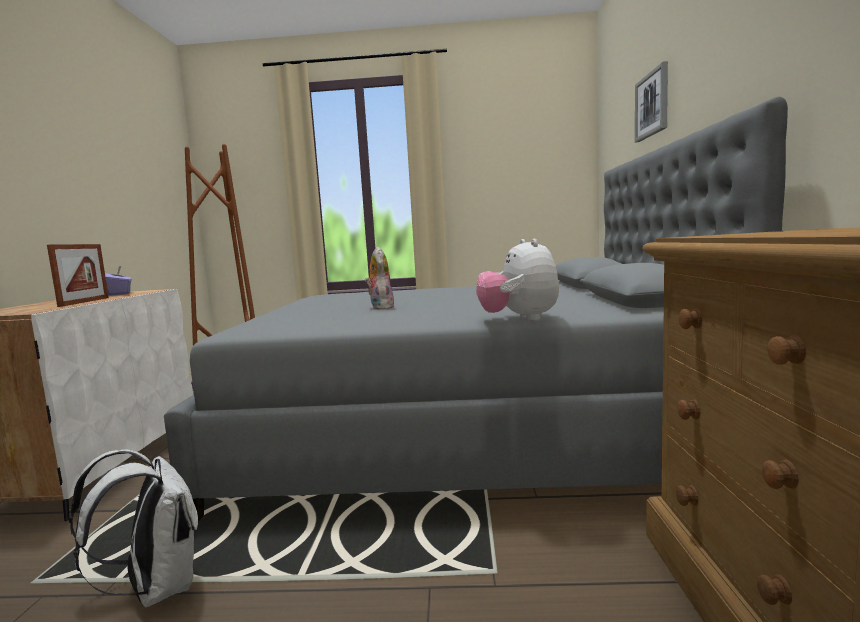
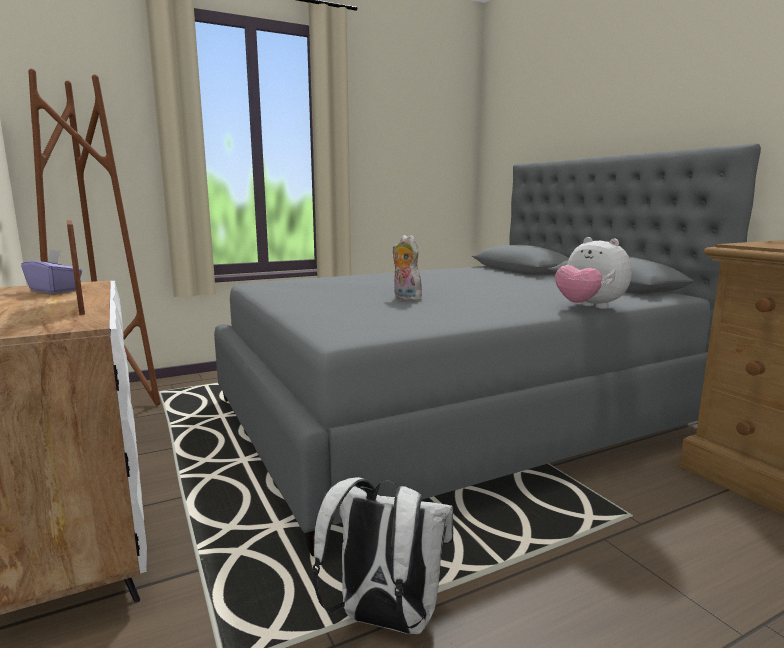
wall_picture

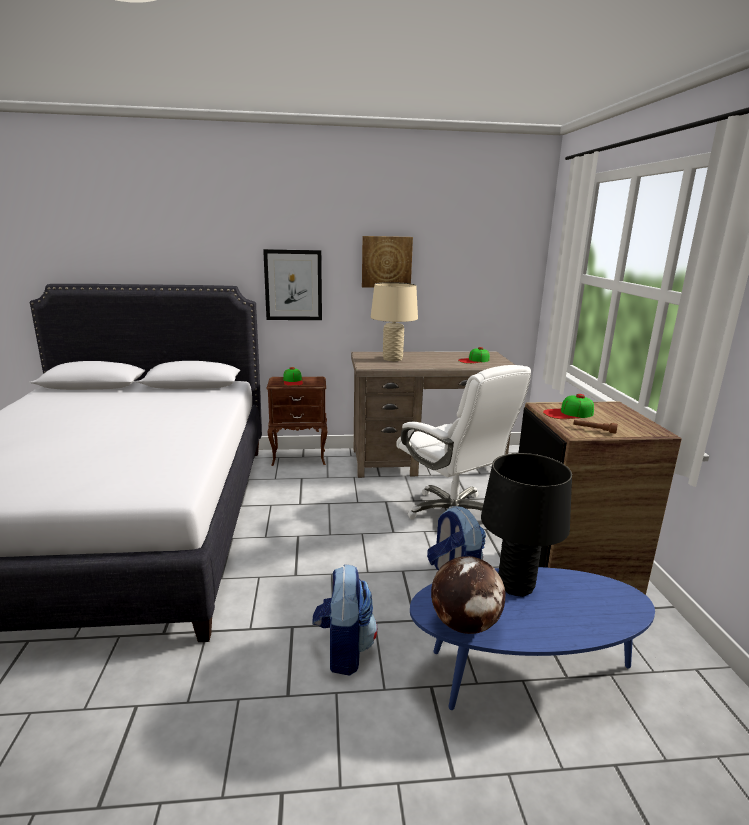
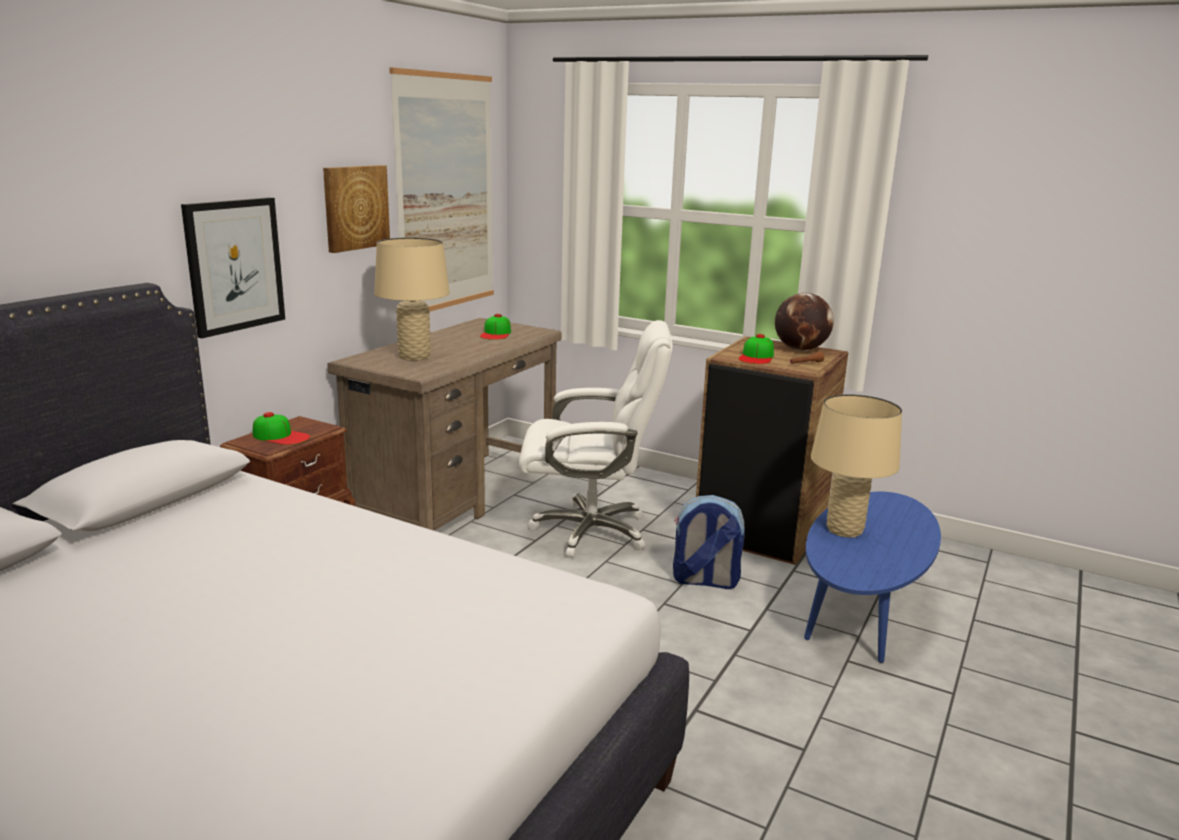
backpack (1st from left in the first image)
desk_globe
sand-coloured_tabletop_lamp (2nd from left)
wall_picture (3rd from left)

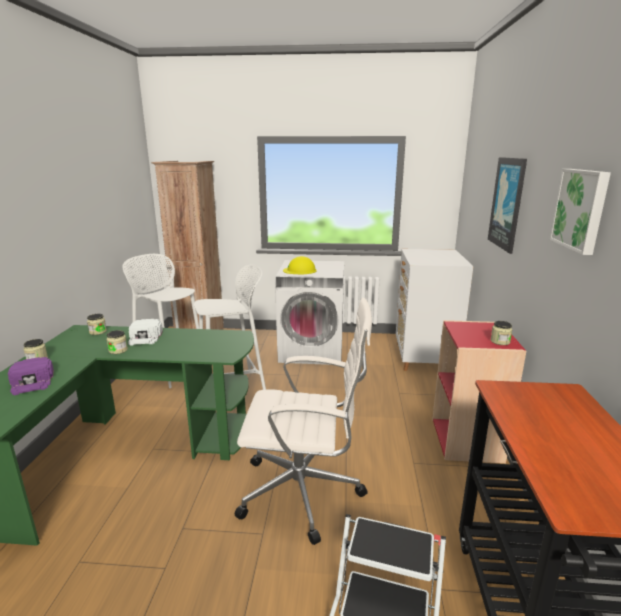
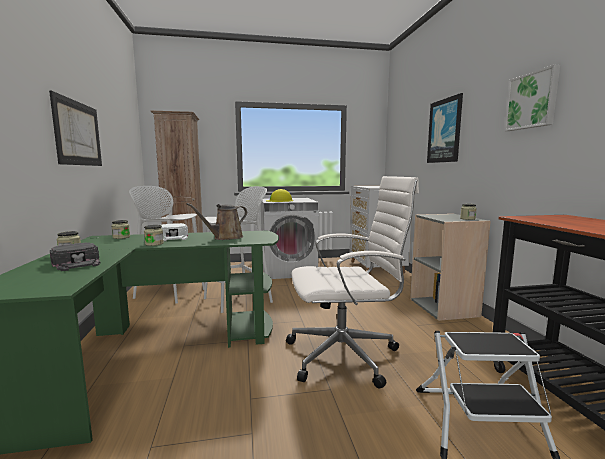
blackish_baseball_cap
gray_shelving_unit
wall_picture (1st from left)
brown-coloured_watering_pot

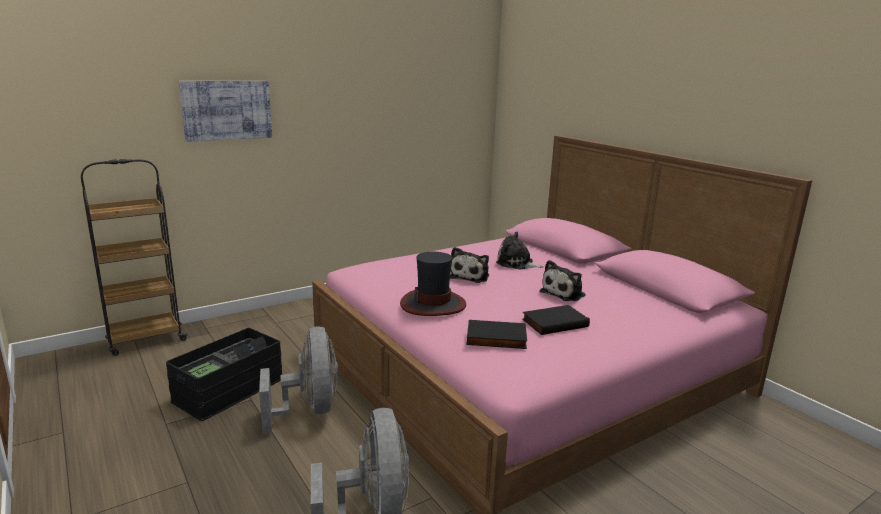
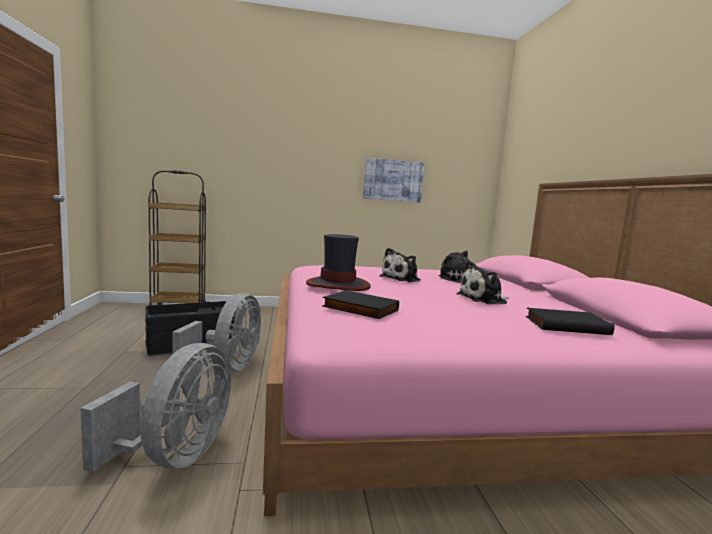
wall_picture
blackish_book (2nd from left)

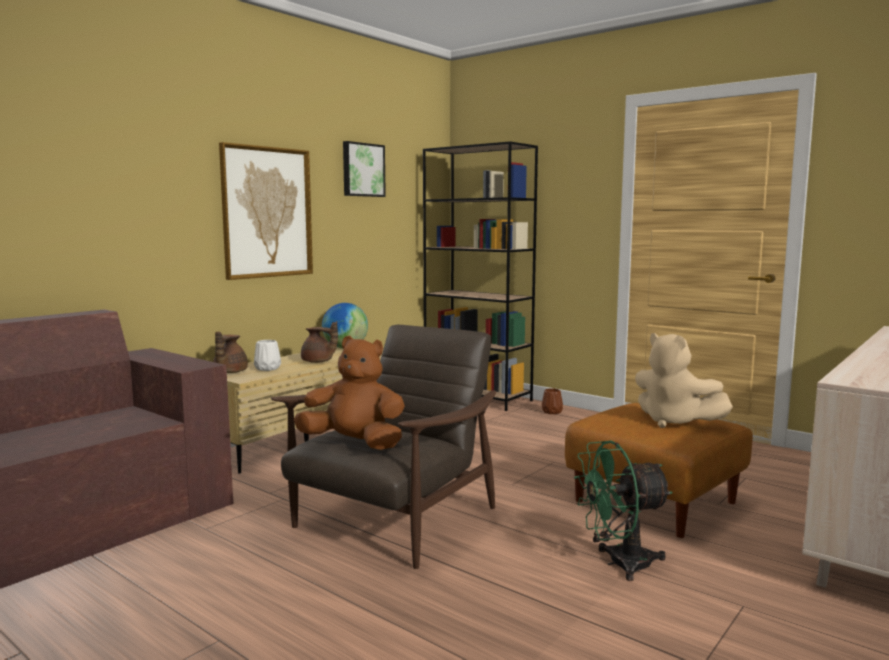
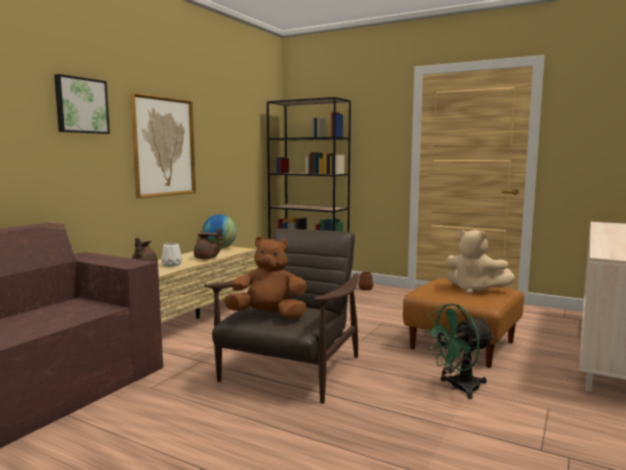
wall_picture (1st from left)

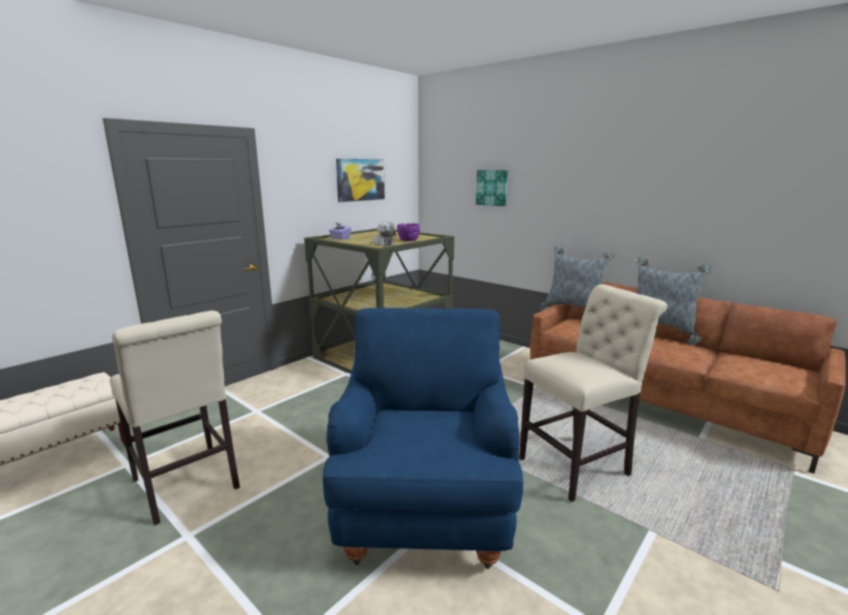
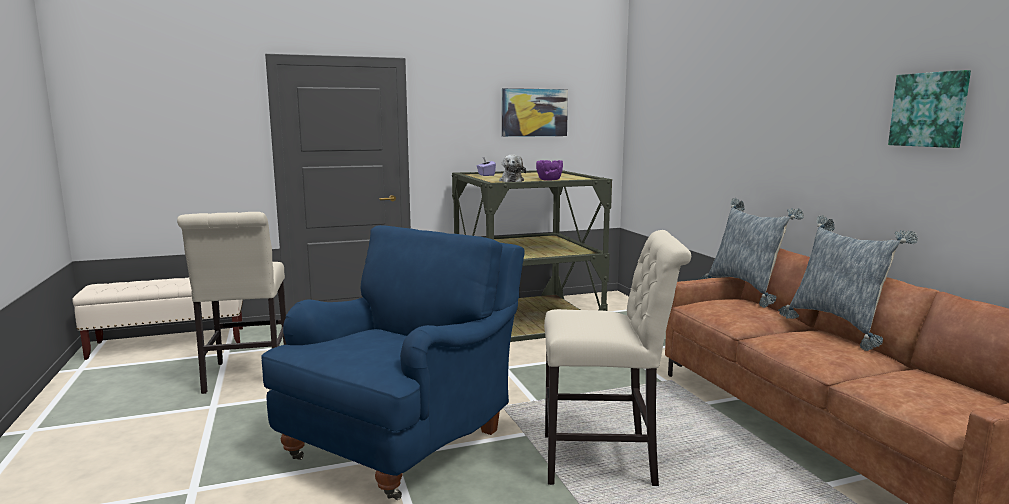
wall_picture (2nd from left)

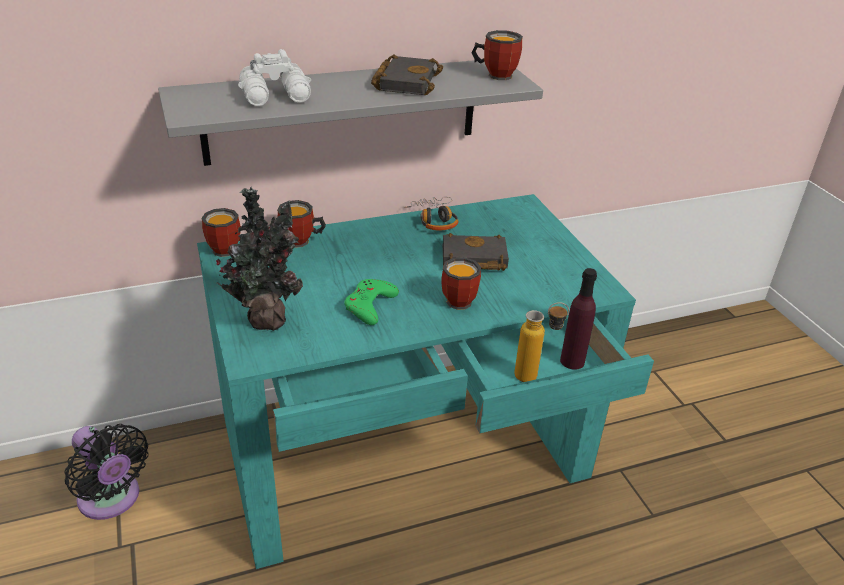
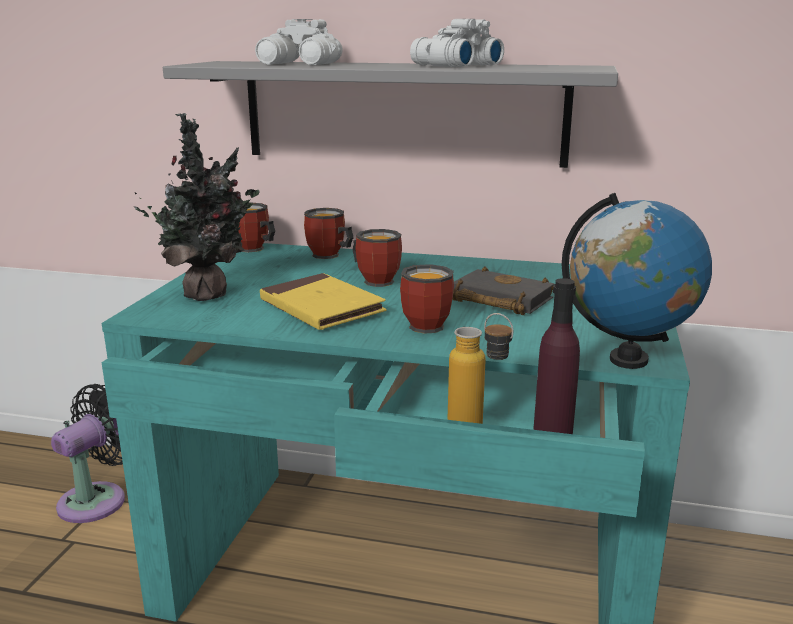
blackish_fan
yellowish_book
white-coloured_field_glasses (2nd from left)
pair_of_headphones
mug (3rd from left)
desk_globe

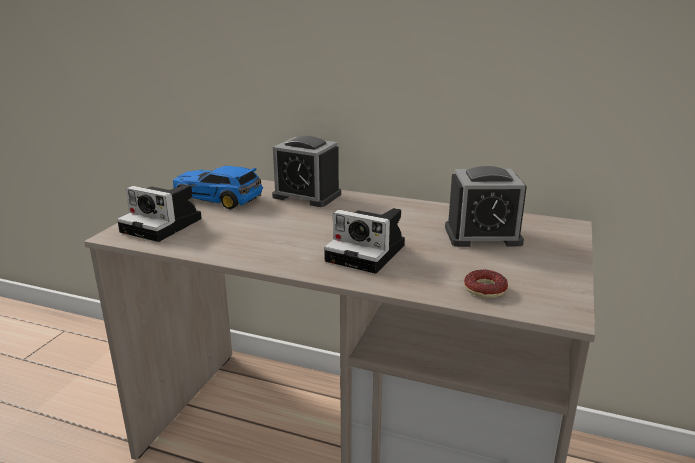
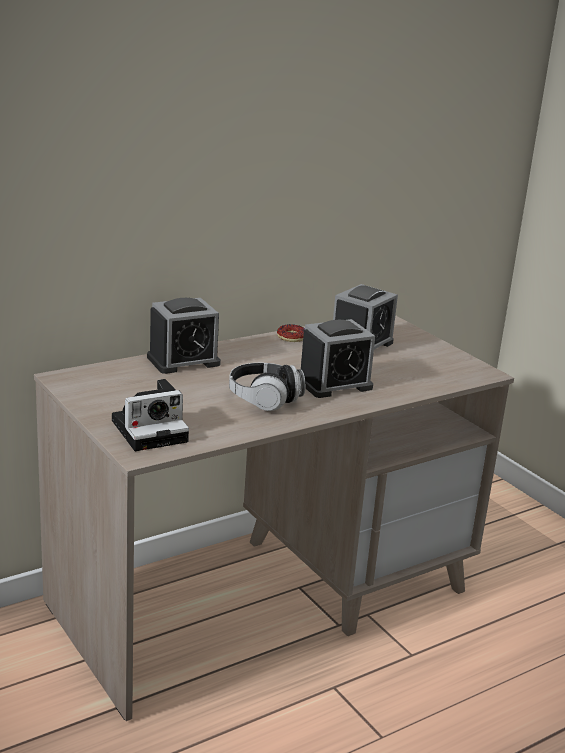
toy_car
alarm_clock (2nd from left)
doughnut
pair_of_headphones

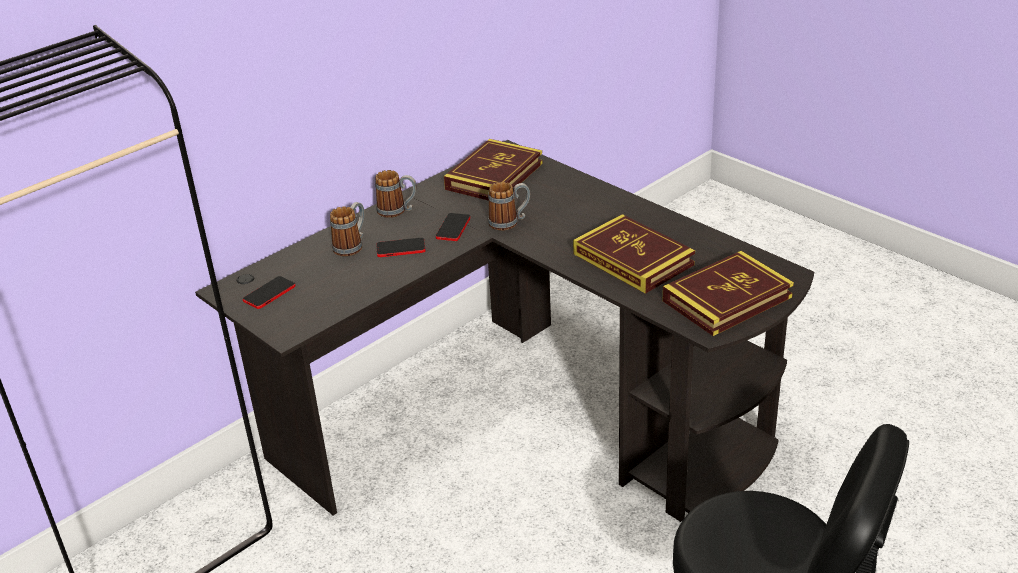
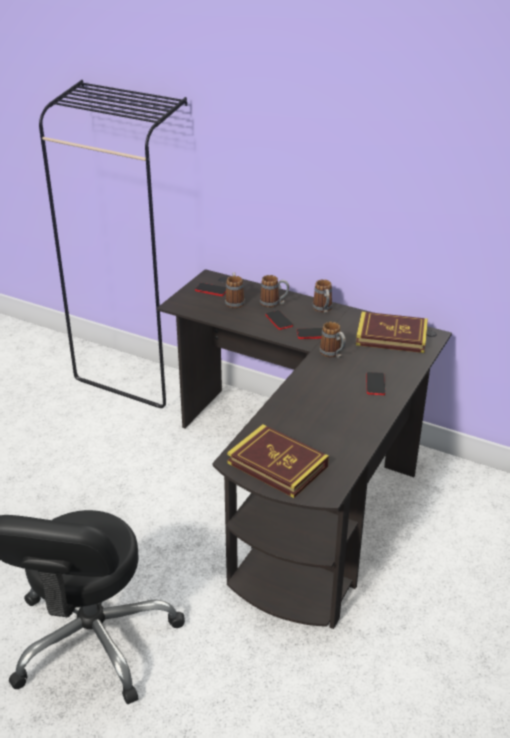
book (2nd from left in the first image)
mug (1st from left)
handset (4th from left)

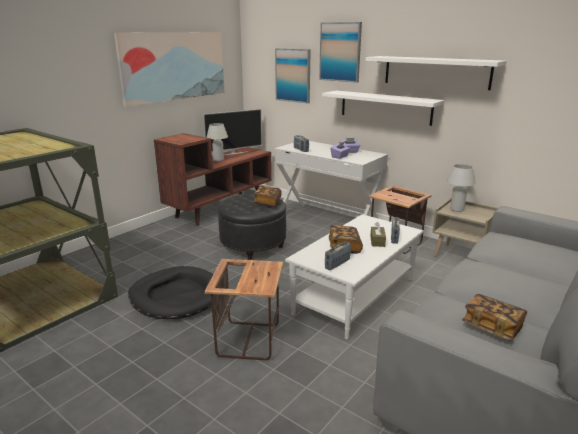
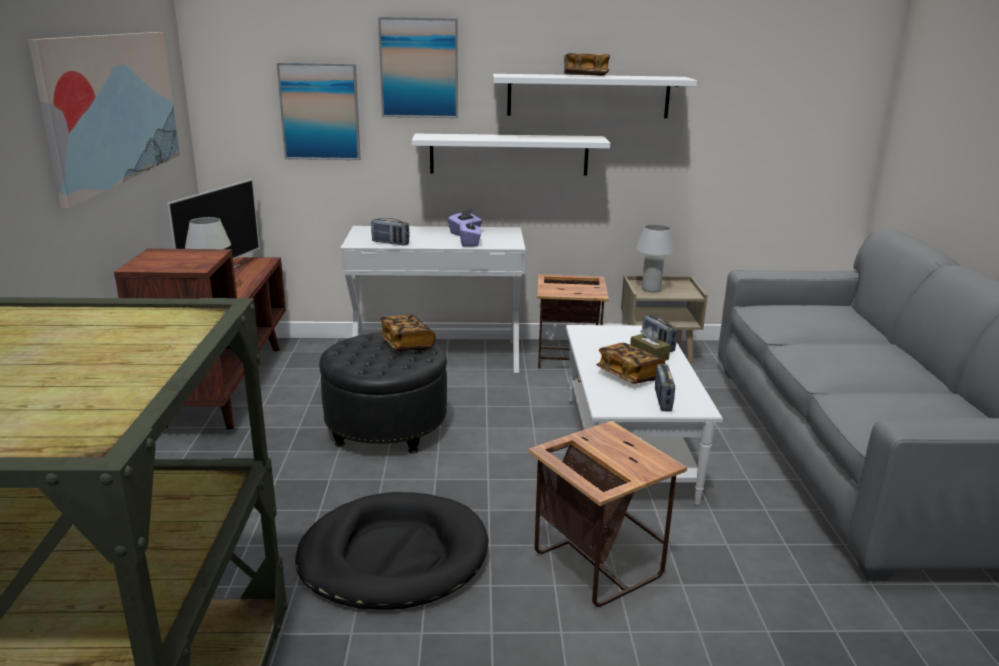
book (2nd from left)

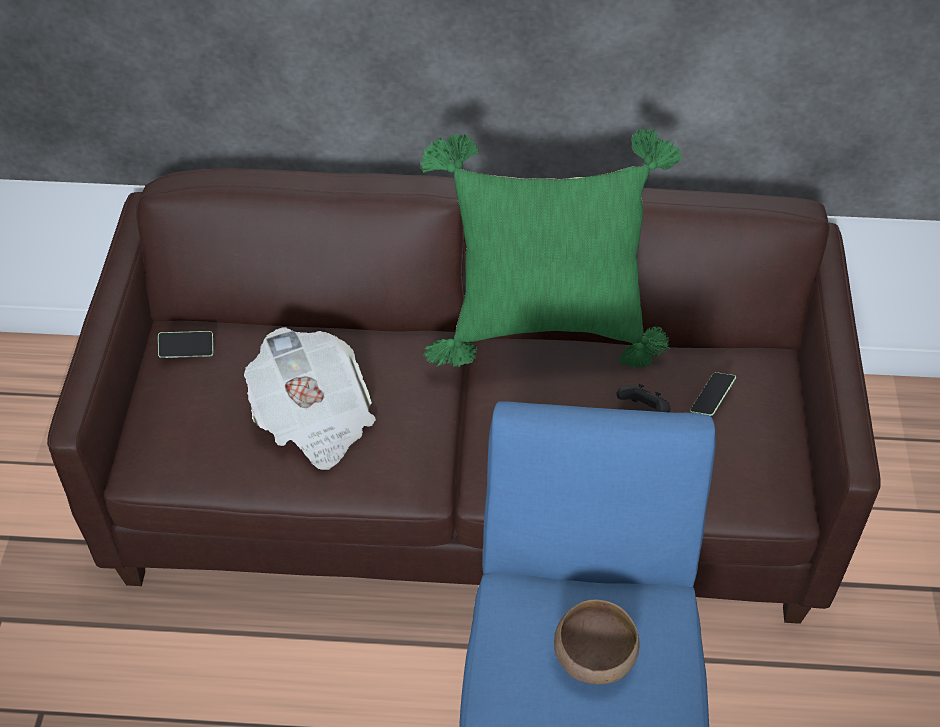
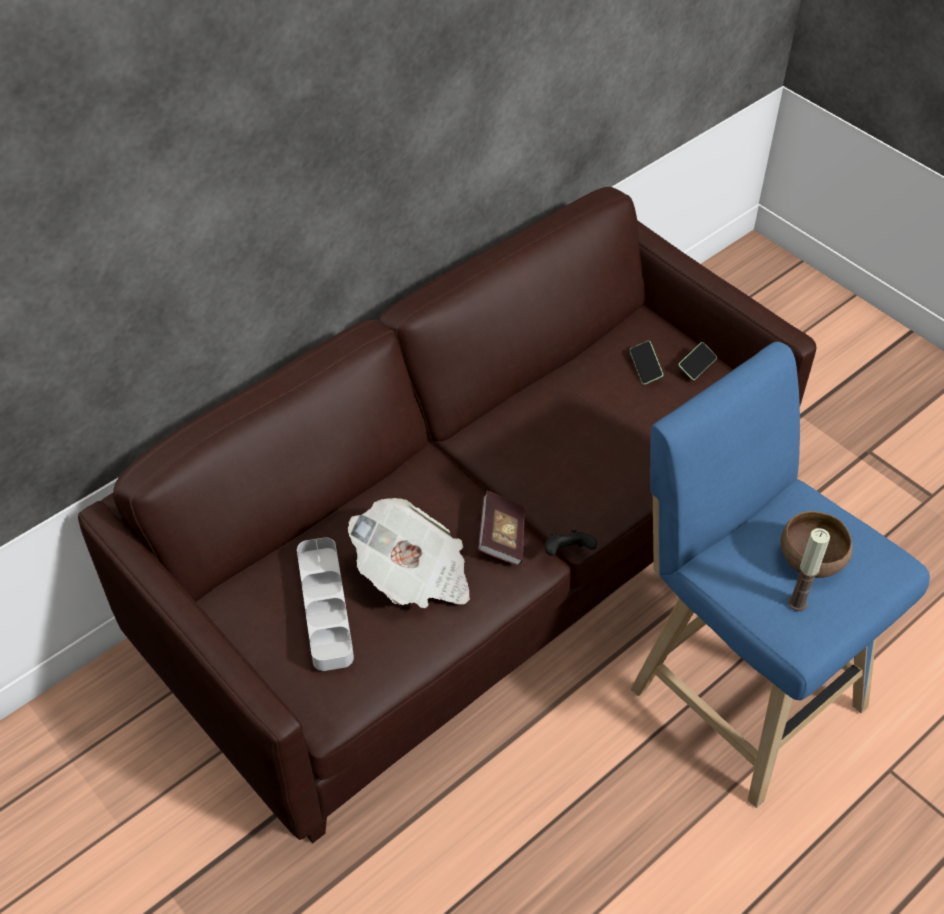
handset (2nd from left)
greenish_pillow
blackish_joypad
gray_carrying_tray
book
candle

